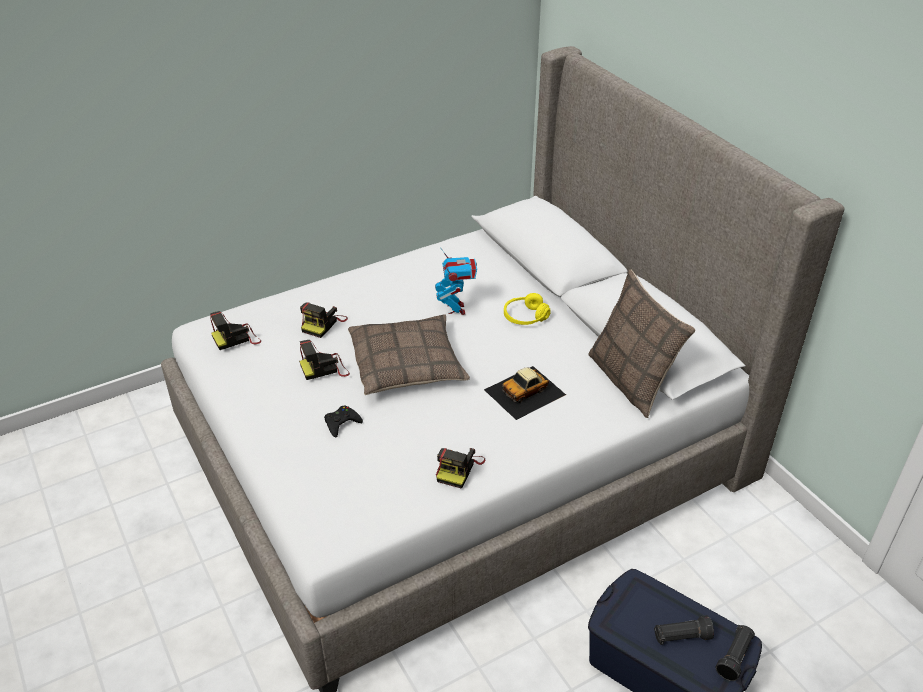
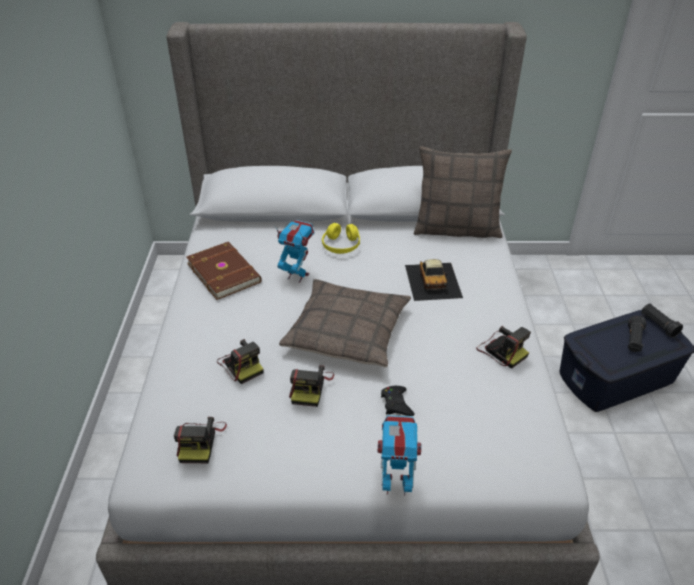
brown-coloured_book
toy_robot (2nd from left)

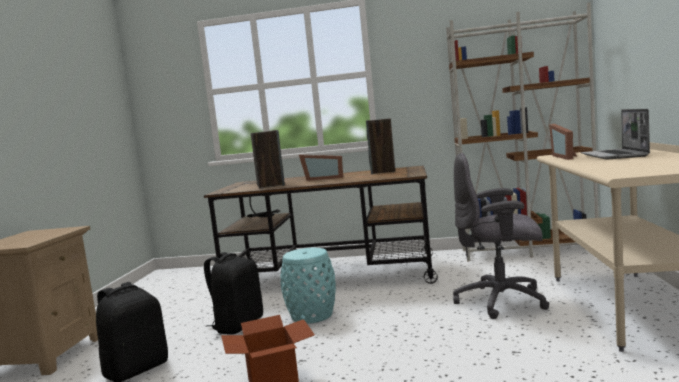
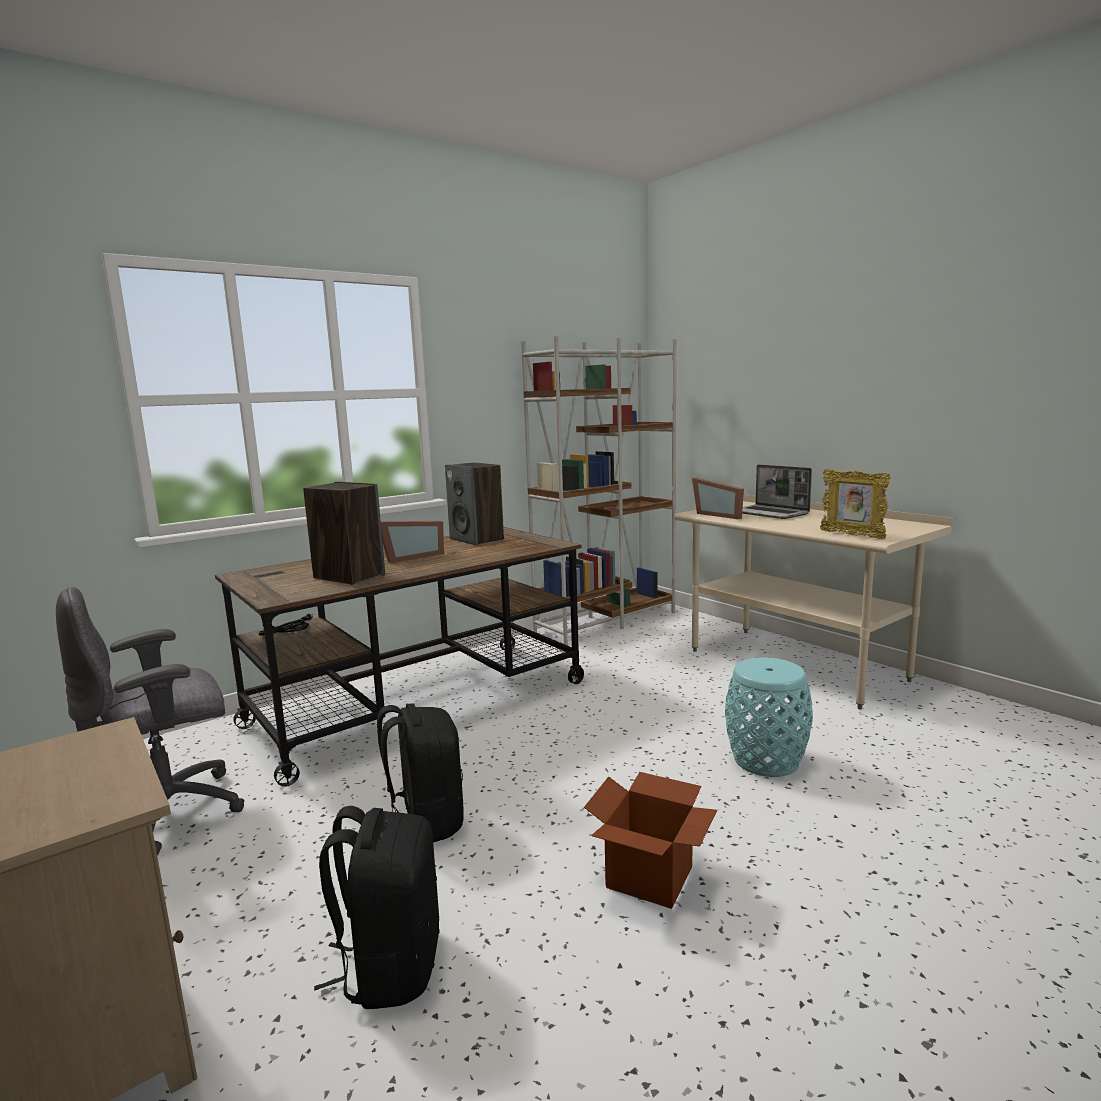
blue-green_sitting_stool
gray_computer_chair
standing_frame (3rd from left)

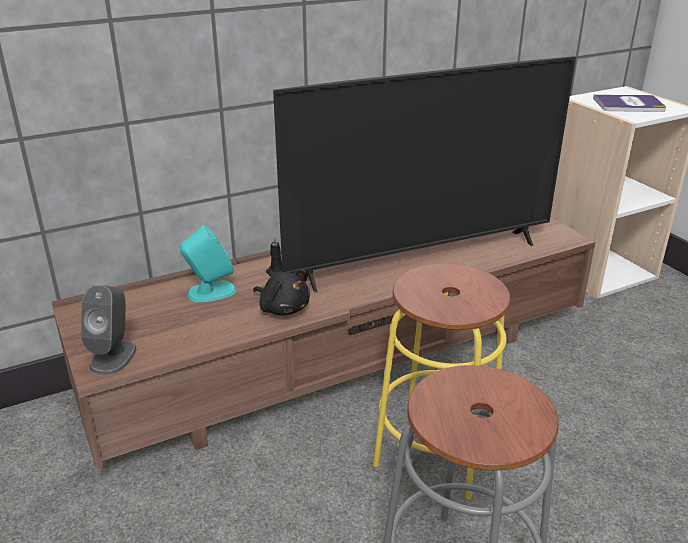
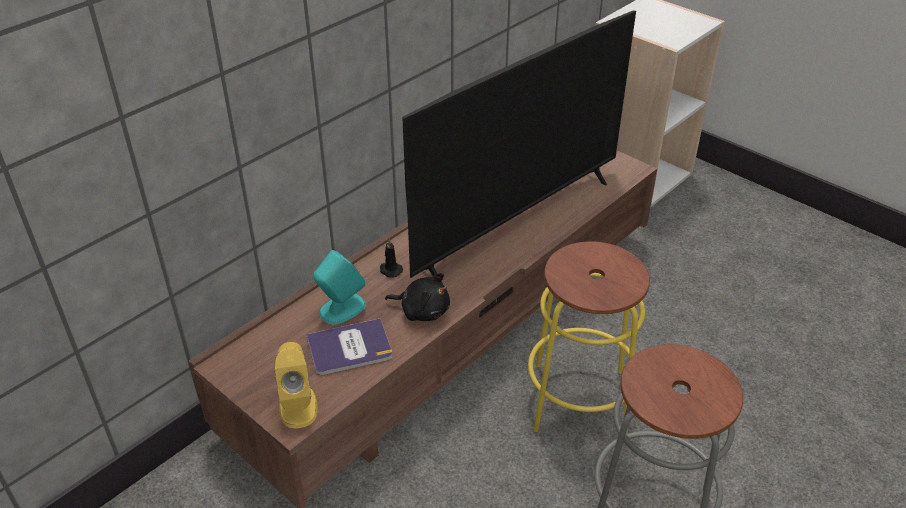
yellowish_loudspeaker
book

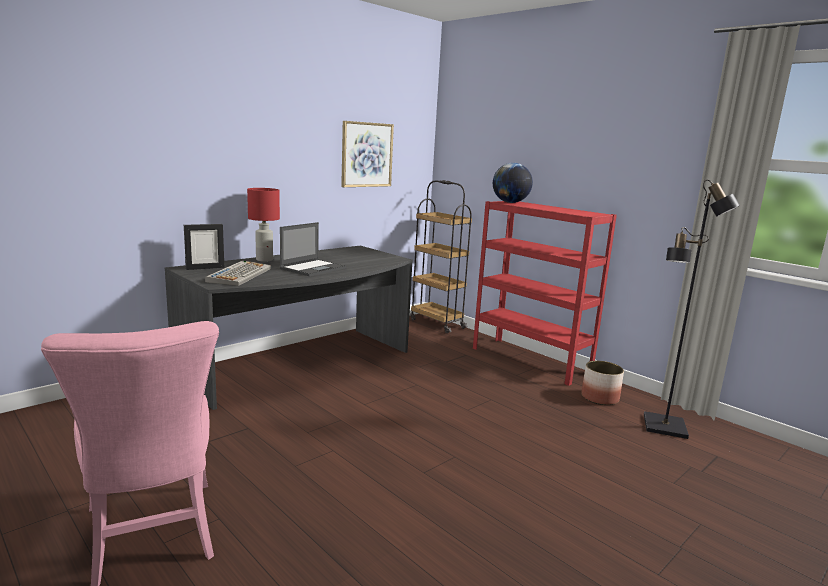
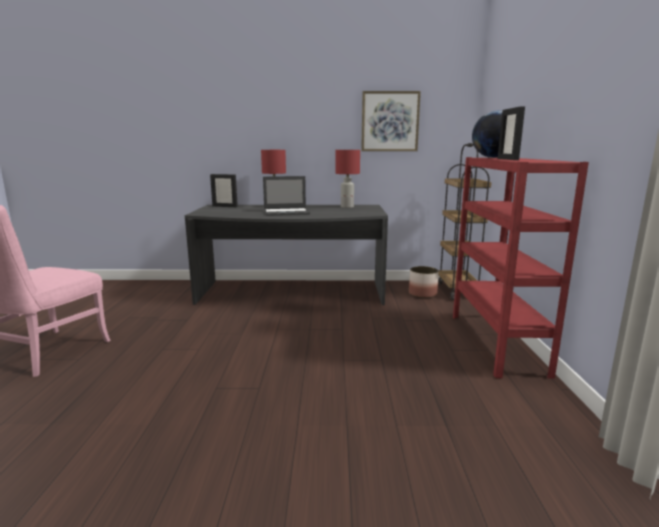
computer_keyboard
flower_pot
blackish_standard_lamp
red_tabletop_lamp (2nd from left)
standing_frame (2nd from left)

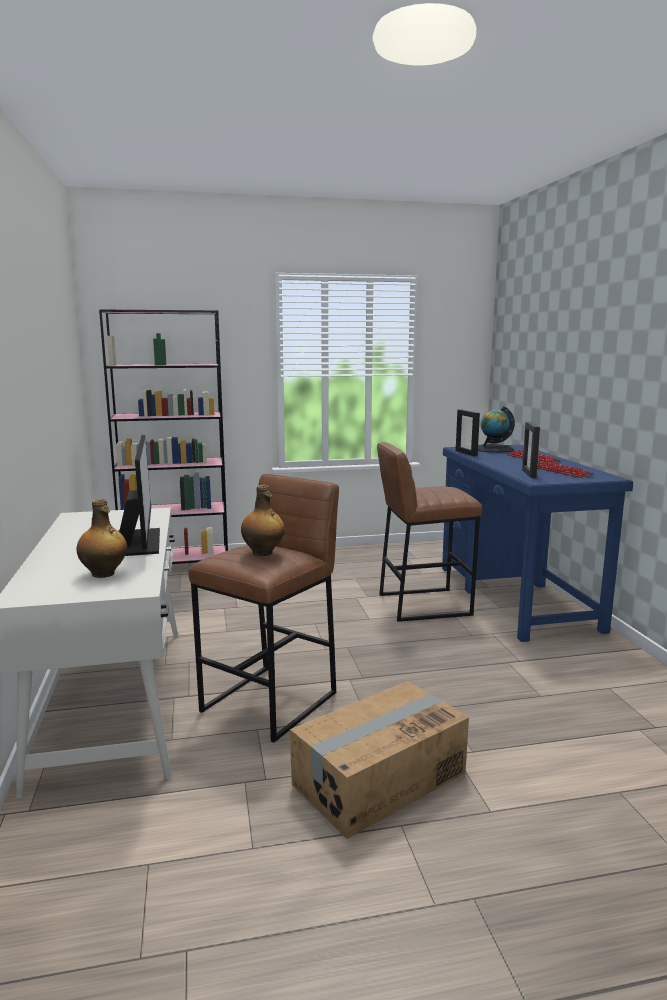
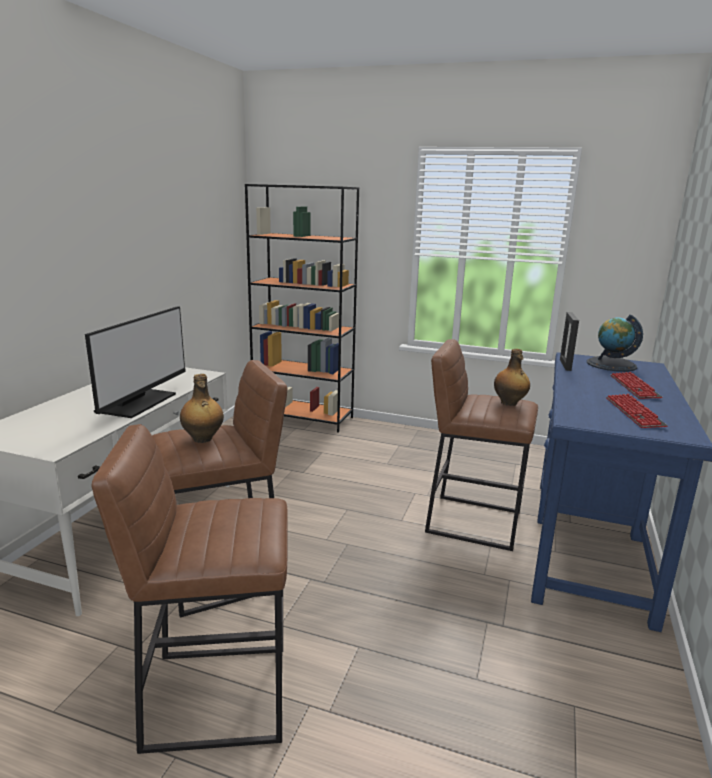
bottle (2nd from left)
orangey_shelving_unit
brown-coloured_sitting_stool (1st from left)
standing_frame (2nd from left in the first image)

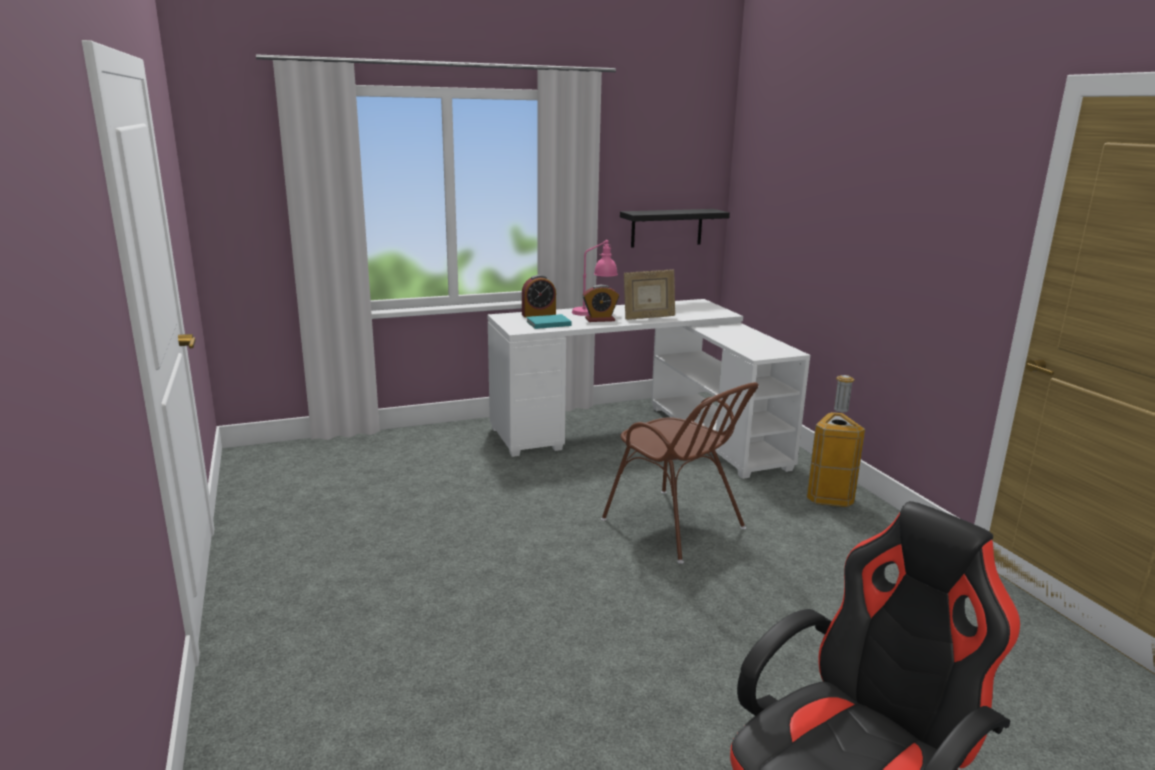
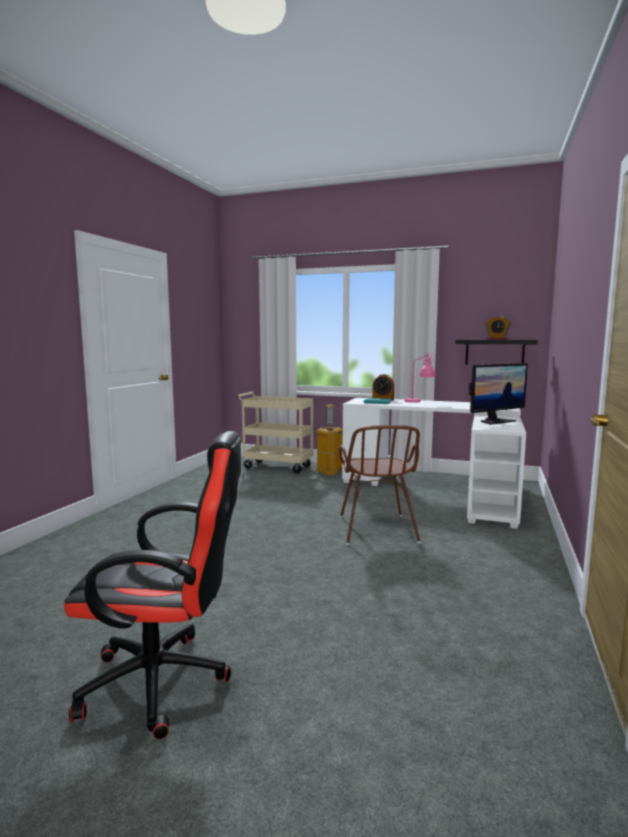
alarm_clock (2nd from left)
standing_frame
rubbish_bin
sand-coloured_cart
computer_screen

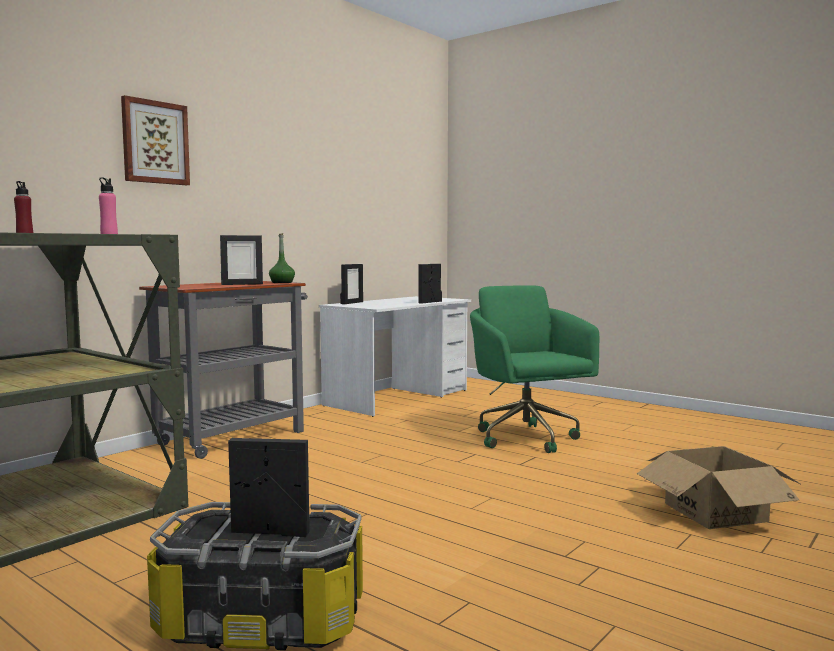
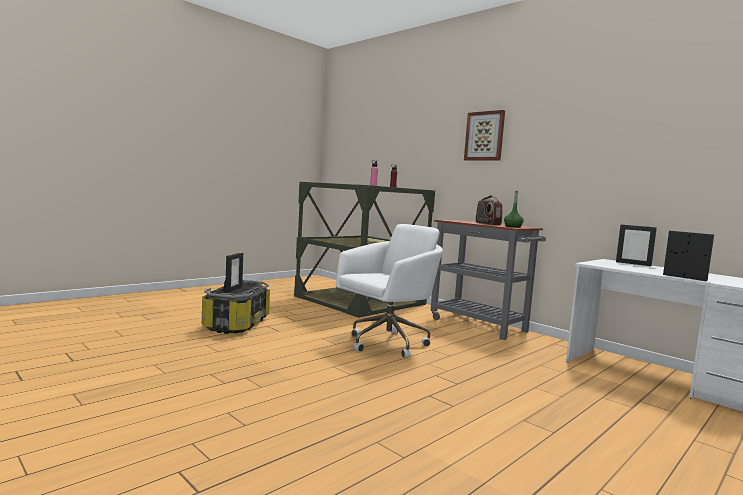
radio_receiver
greenish_computer_chair
cardboard_box
white-coloured_computer_chair

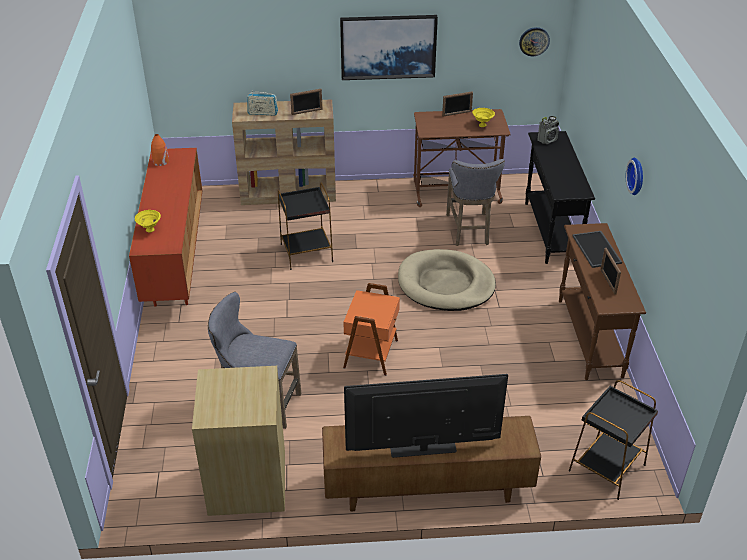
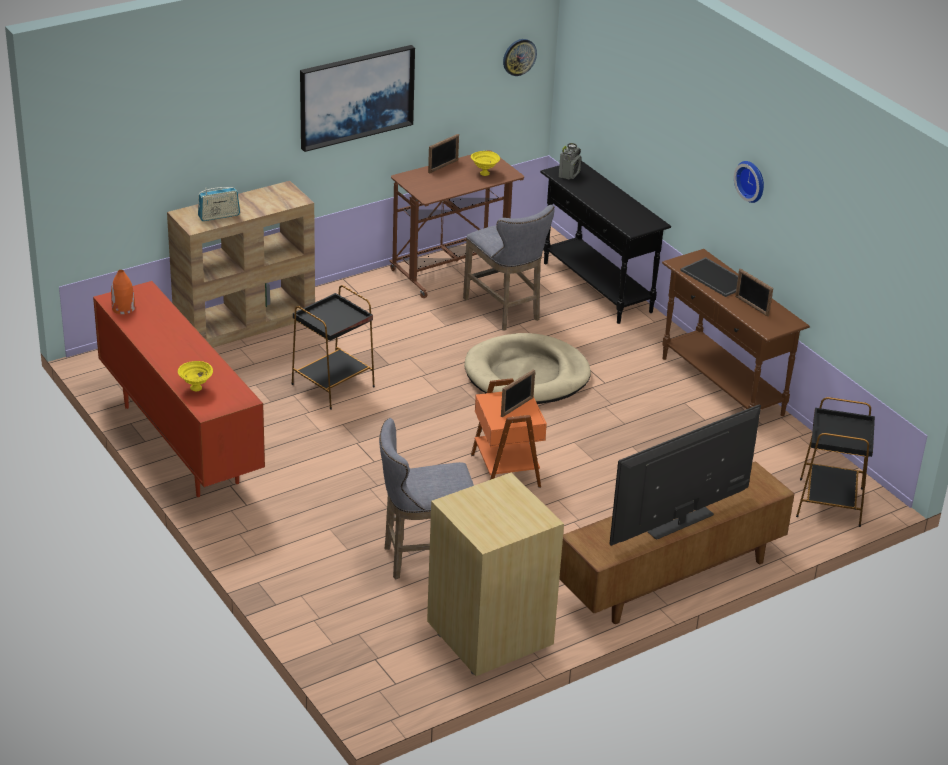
standing_frame (2nd from left)

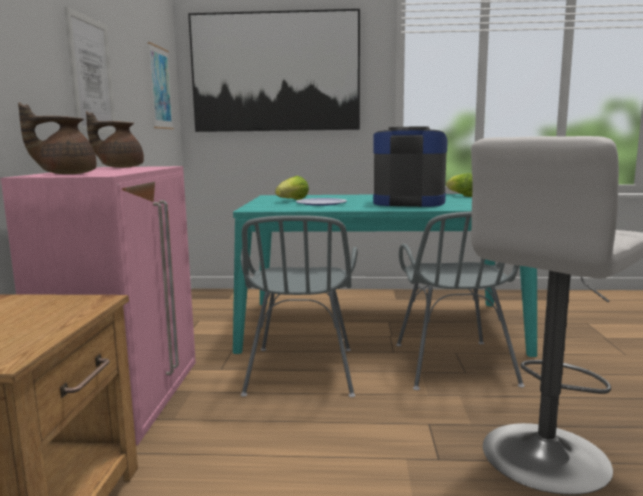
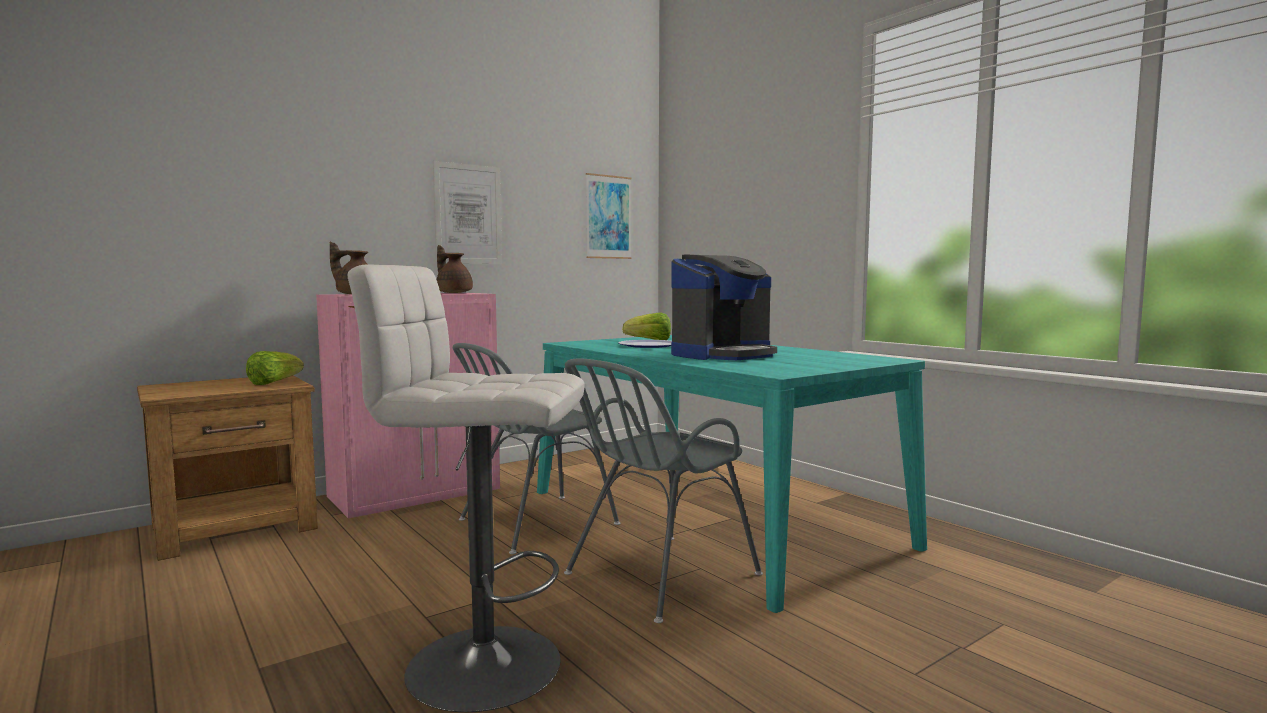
wall_picture (3rd from left in the first image)
coffee_brewer
lettuce (1st from left)

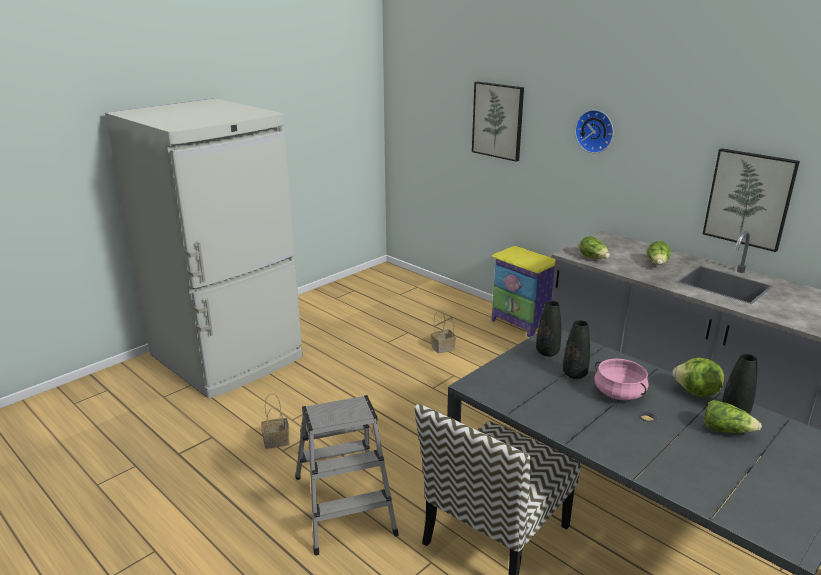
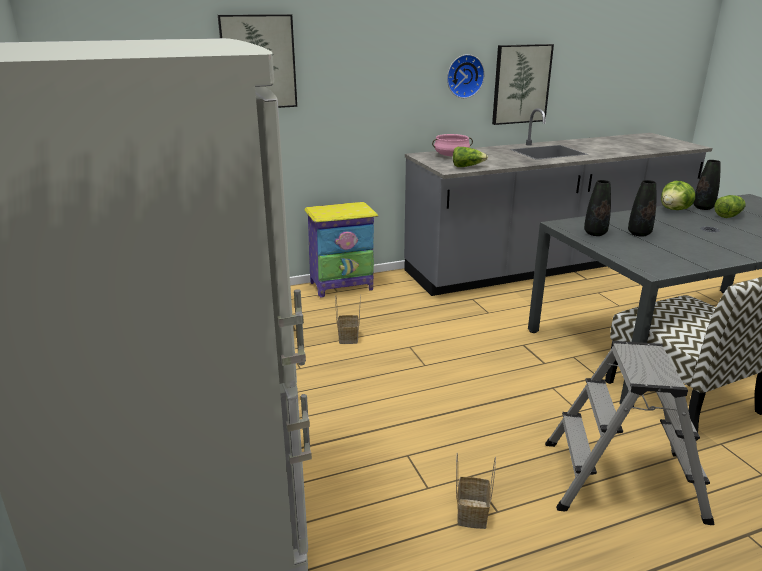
wall_clock
pink-coloured_saucepot
lettuce (2nd from left in the first image)

